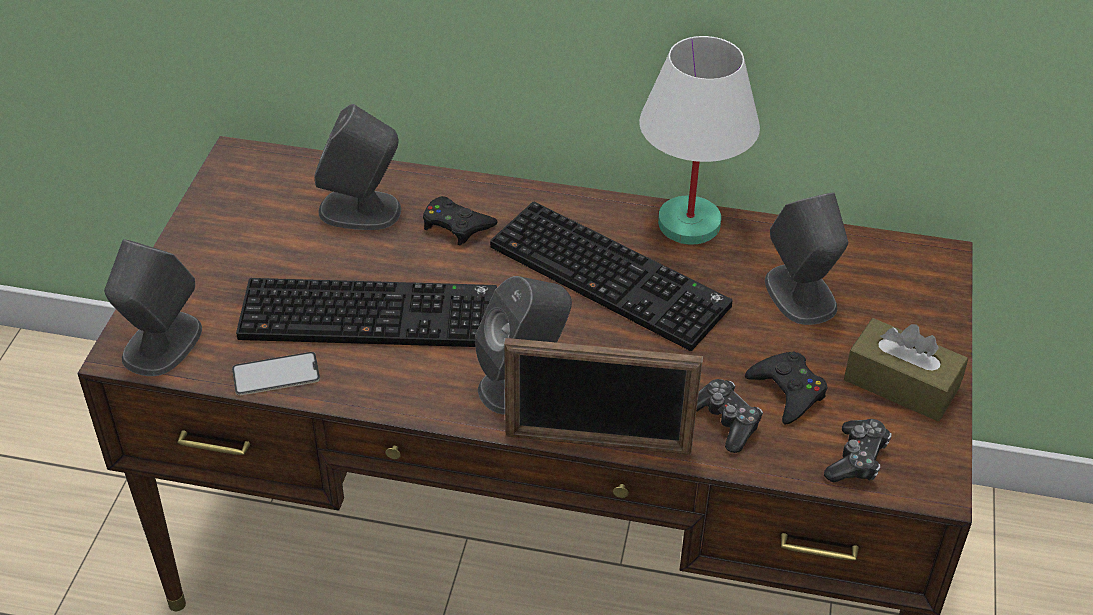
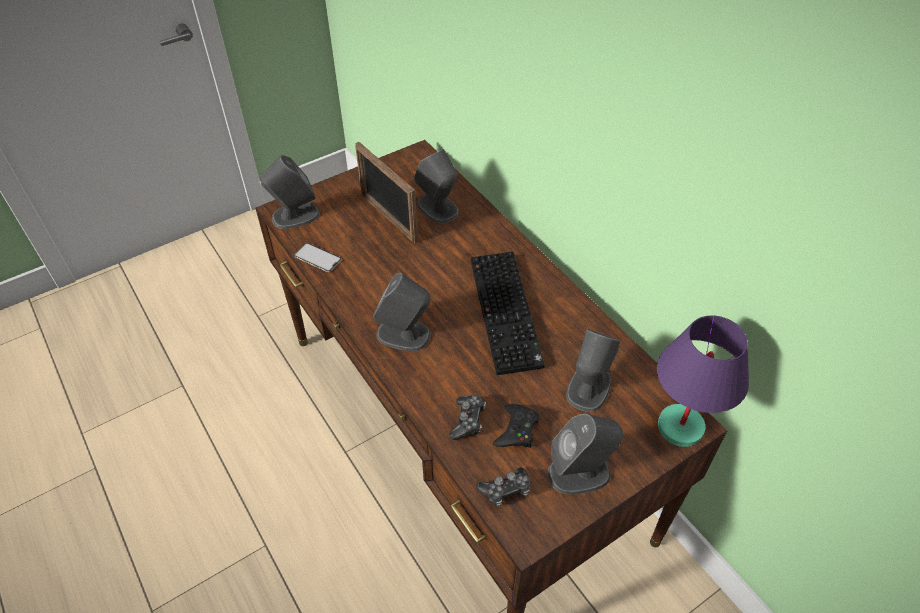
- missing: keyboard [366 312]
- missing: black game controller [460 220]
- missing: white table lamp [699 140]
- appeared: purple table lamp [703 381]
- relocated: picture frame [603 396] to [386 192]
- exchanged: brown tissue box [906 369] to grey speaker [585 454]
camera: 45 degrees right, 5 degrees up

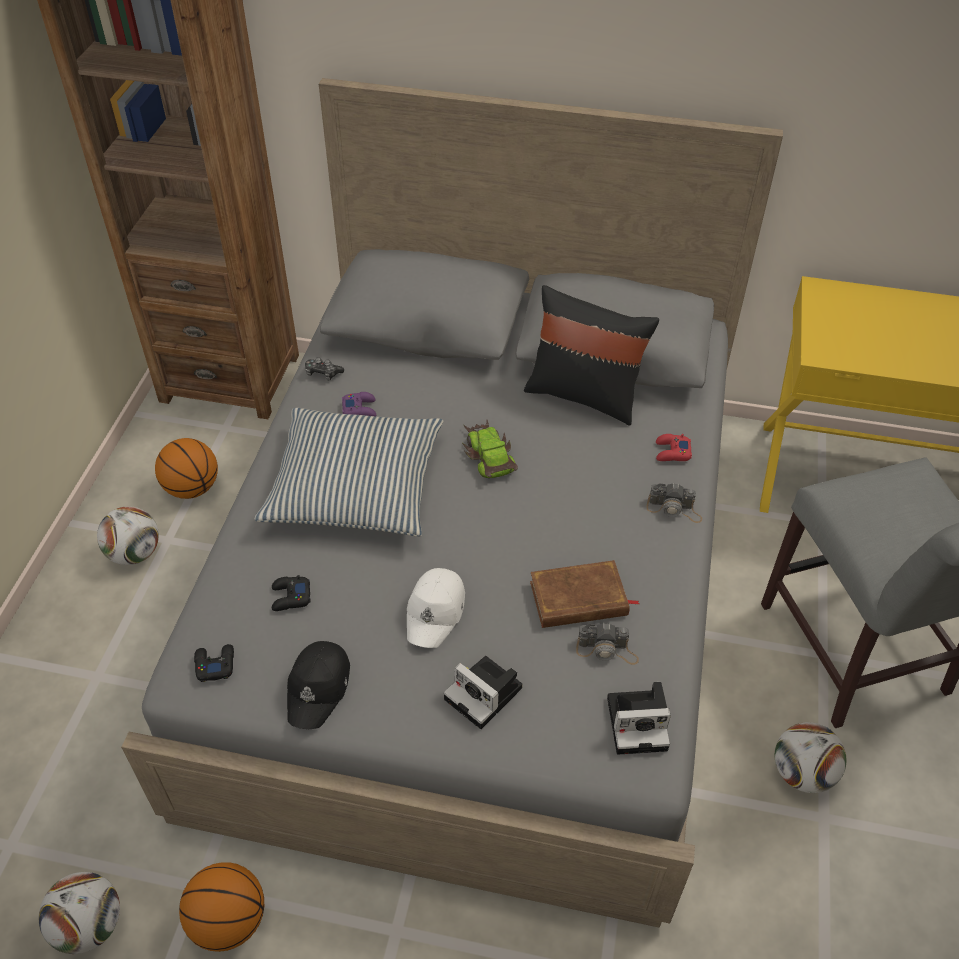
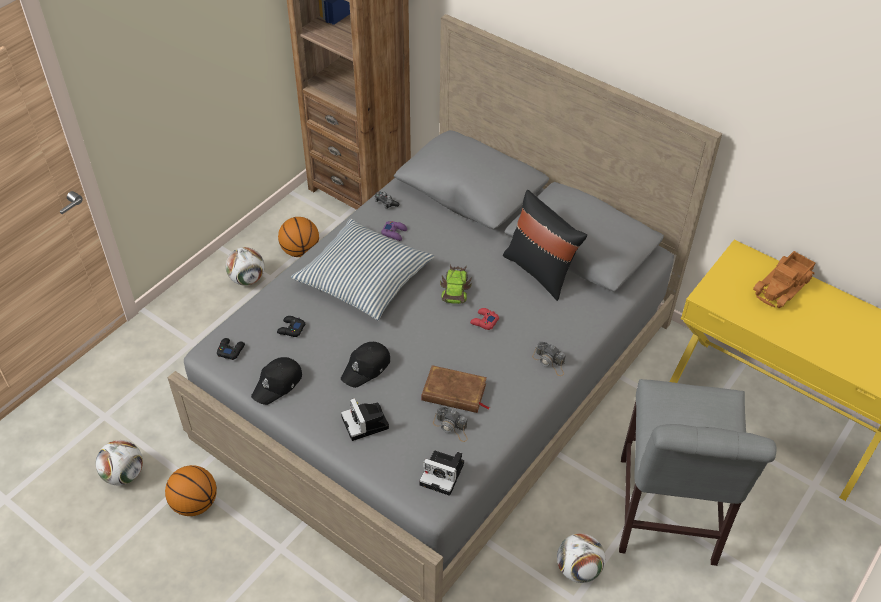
- appeared: toy truck [784 279]
- relocated: red game controller [674 447] to [484 319]
- colour: white cap [436 608] to black cap [365 365]
camera: 25 degrees right, 0 degrees up

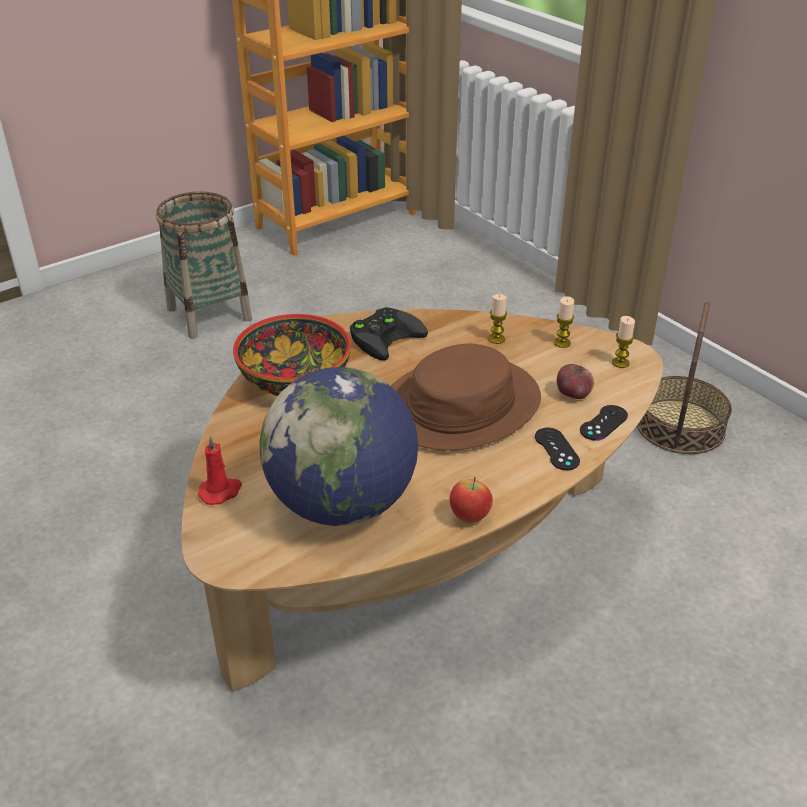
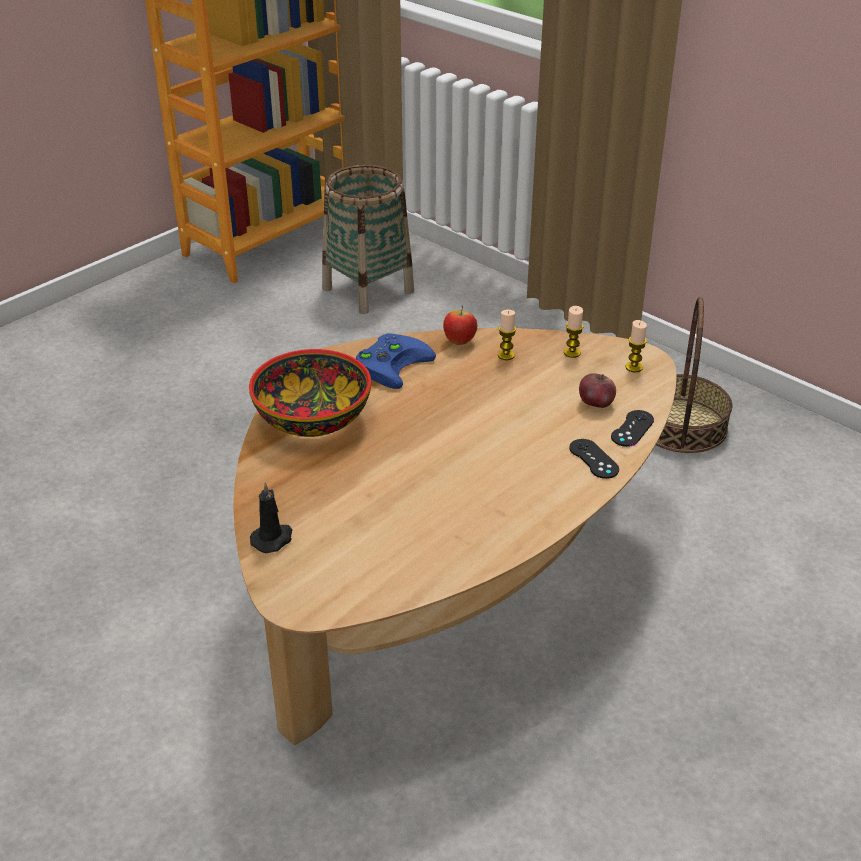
- missing: globe [339 446]
- missing: brown hat [466 397]
- relocated: basket [204 264] to [368 239]
- relocated: apple [471 500] to [460 325]
- colour: red candle [220 470] to black candle [271 517]
- colour: black game controller [389 333] to blue game controller [396 361]
camera: 10 degrees left, 0 degrees up

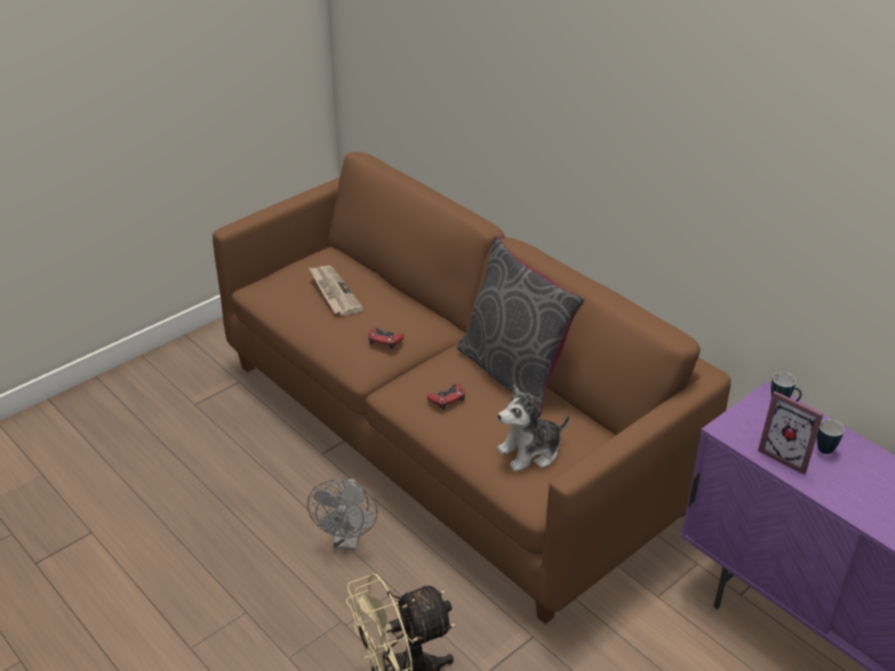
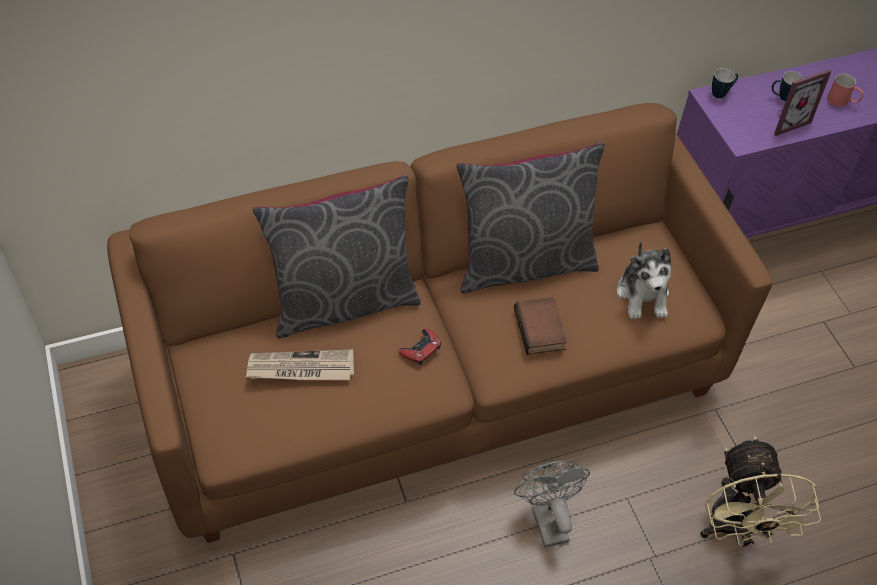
- appeared: grey pillow [337 256]
- appeared: red mug [845 90]
- exchanged: red game controller [446 397] to book [540 326]
- spun: grey fan [342 514] = [552 503] 135 degrees counterclockwise
camera: 70 degrees left, 15 degrees up

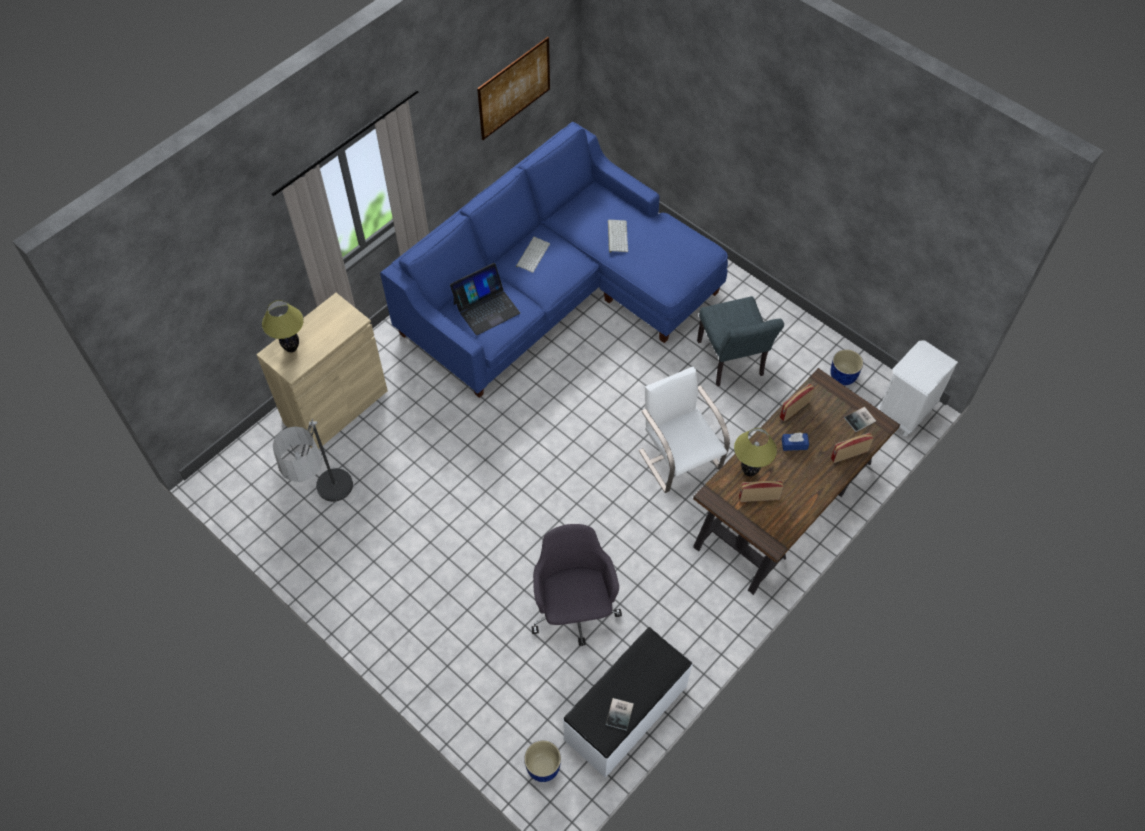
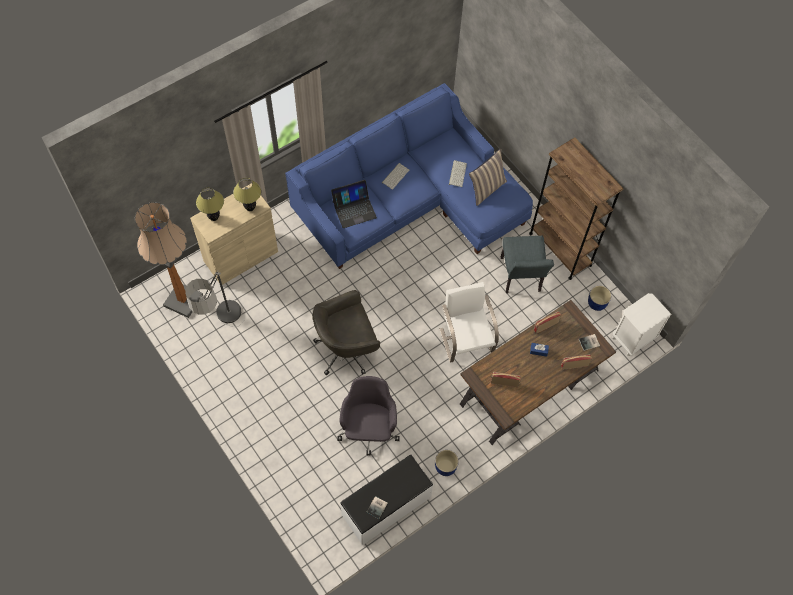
- missing: picture [513 88]
- appeared: floor lamp [169 260]
- appeared: grey office chair [346 332]
- appeared: pillow [488 177]
- appeared: brown bookcase [576 208]
- relocated: blue planter [542 761] to [447 463]
- relocated: table lamp [755 452] to [247 194]
camera: 10 degrees right, 5 degrees up

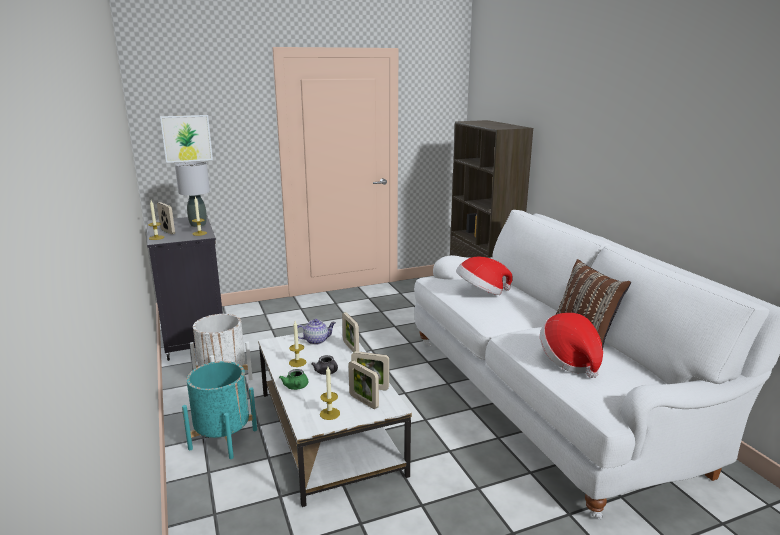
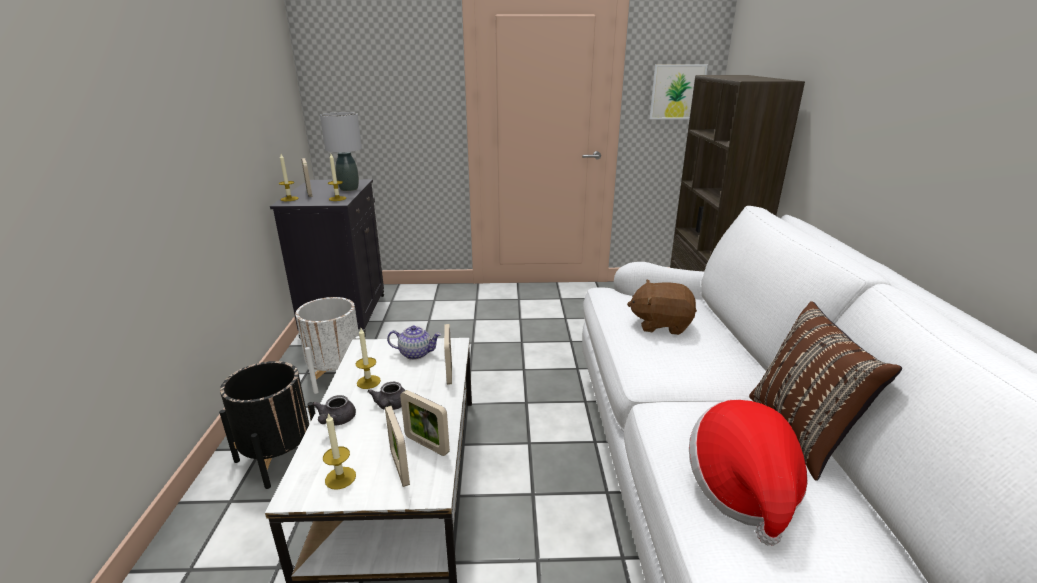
- relocated: picture [186 139] to [679 92]
- exchanged: hat [484 275] to brown plush toy [662 307]
- colour: turquoise planter [219 410] to black planter [267 425]
- colour: green teapot [293 379] to grey teapot [334 410]
camera: 20 degrees right, 5 degrees up

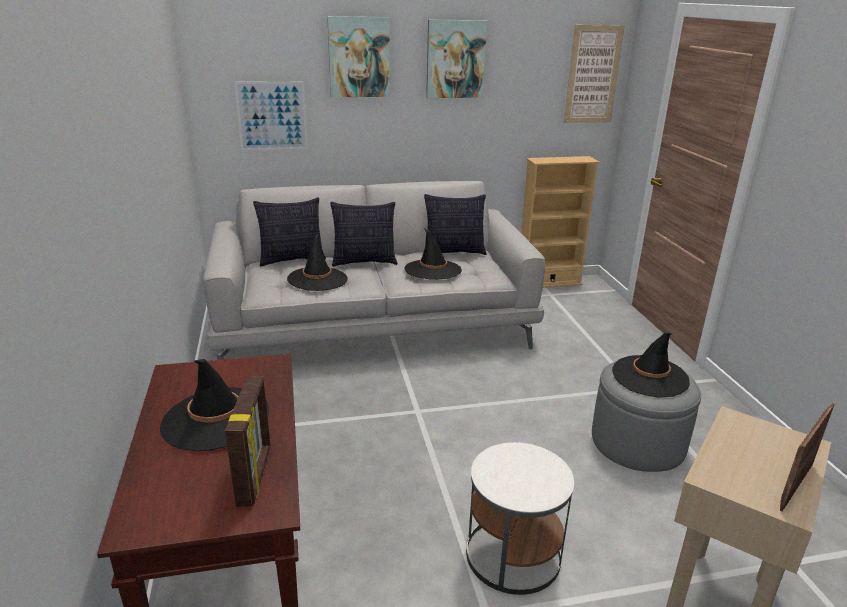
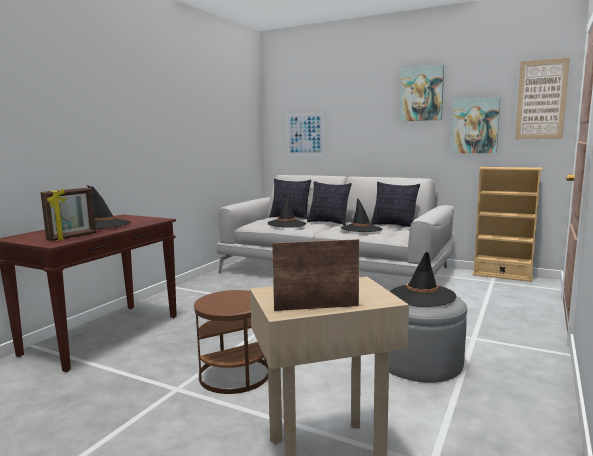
- relocated: picture [358 56] to [475 125]
- colour: white side table [520 518] to brown side table [231 342]
camera: 40 degrees right, 15 degrees down

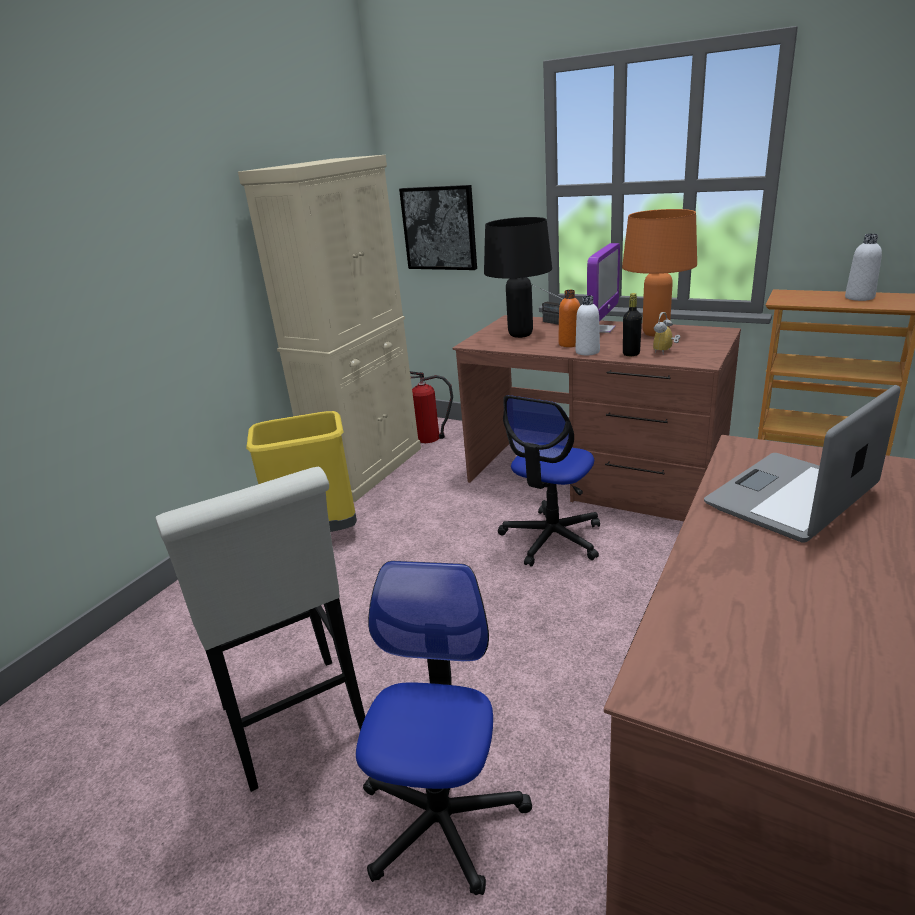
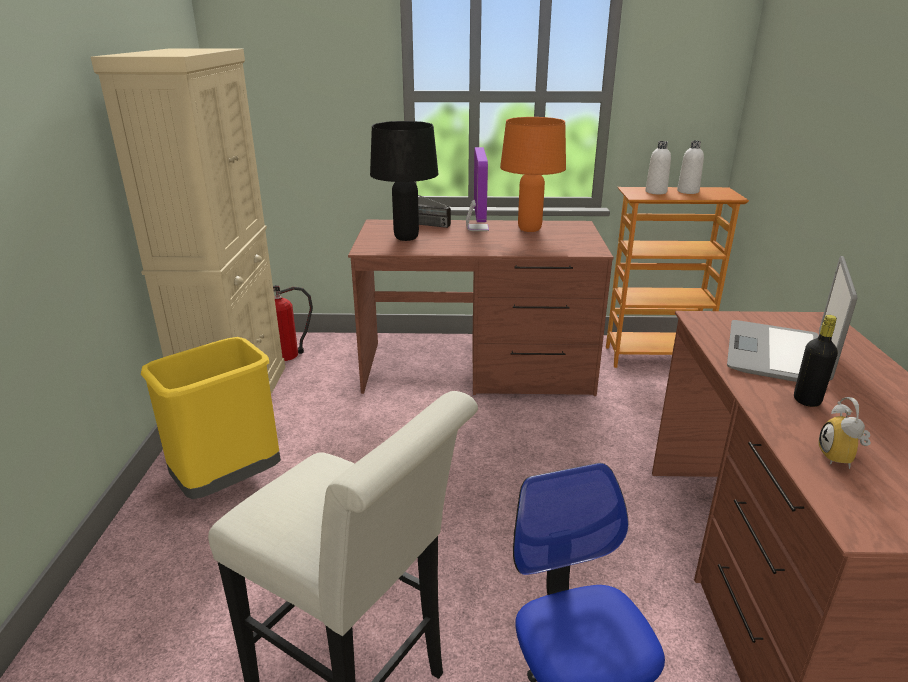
- missing: picture [438 227]
- missing: office chair [549 481]
- missing: orange bottle [569 318]
- relocated: white bottle [587 325] to [658 167]
- relocated: black bottle [632 324] to [816 361]
- relocated: alarm clock [667 333] to [844 433]
camera: 30 degrees left, 0 degrees up

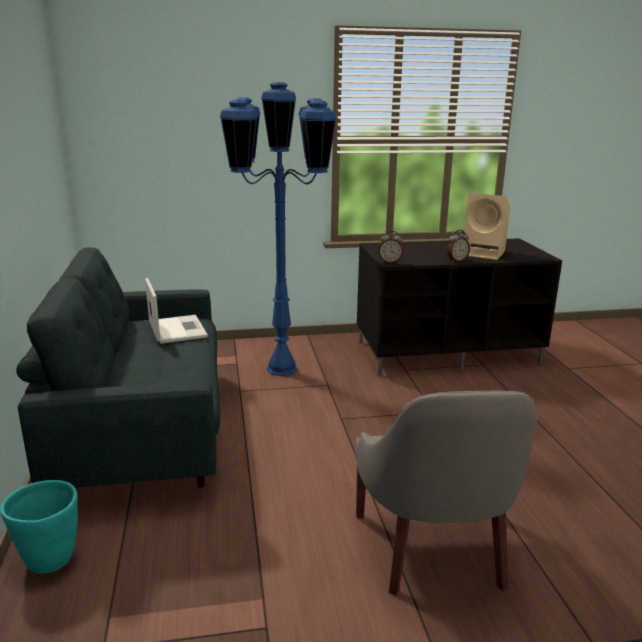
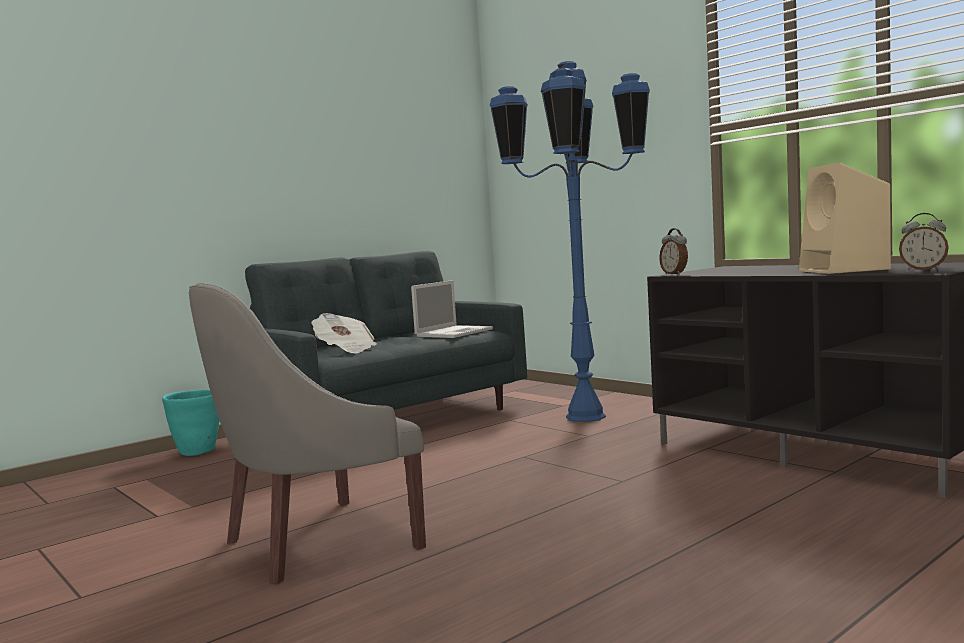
- appeared: newspaper [344 333]
- relocated: alarm clock [458 246] to [924 242]
camera: 60 degrees right, 15 degrees down

